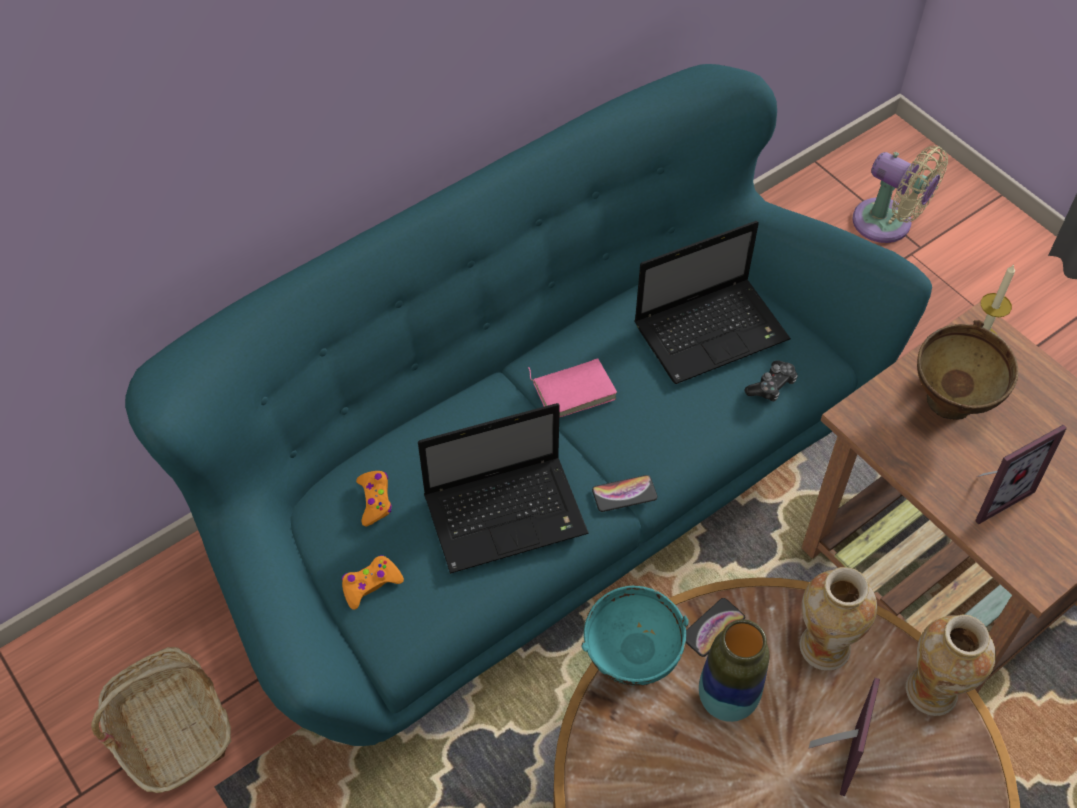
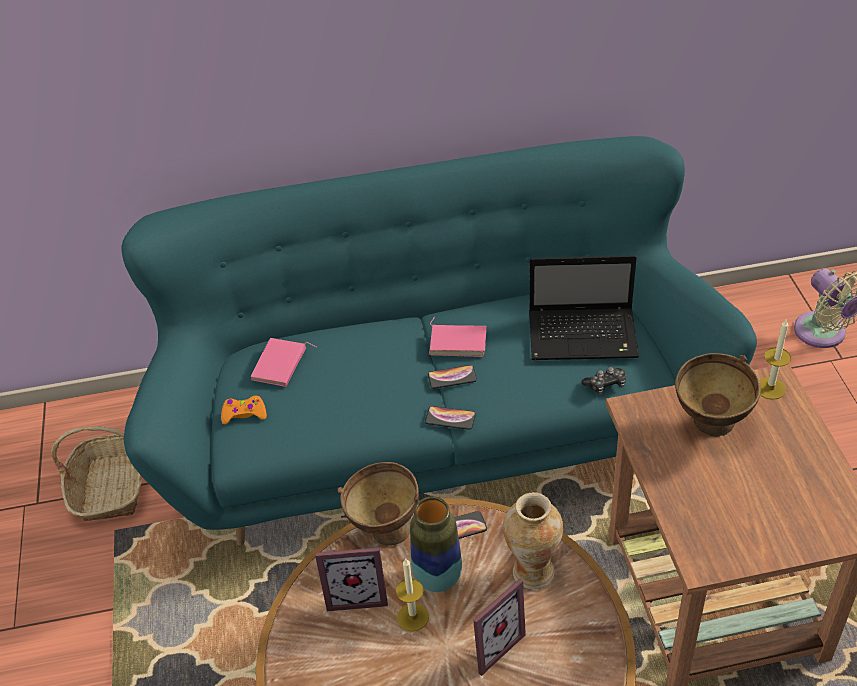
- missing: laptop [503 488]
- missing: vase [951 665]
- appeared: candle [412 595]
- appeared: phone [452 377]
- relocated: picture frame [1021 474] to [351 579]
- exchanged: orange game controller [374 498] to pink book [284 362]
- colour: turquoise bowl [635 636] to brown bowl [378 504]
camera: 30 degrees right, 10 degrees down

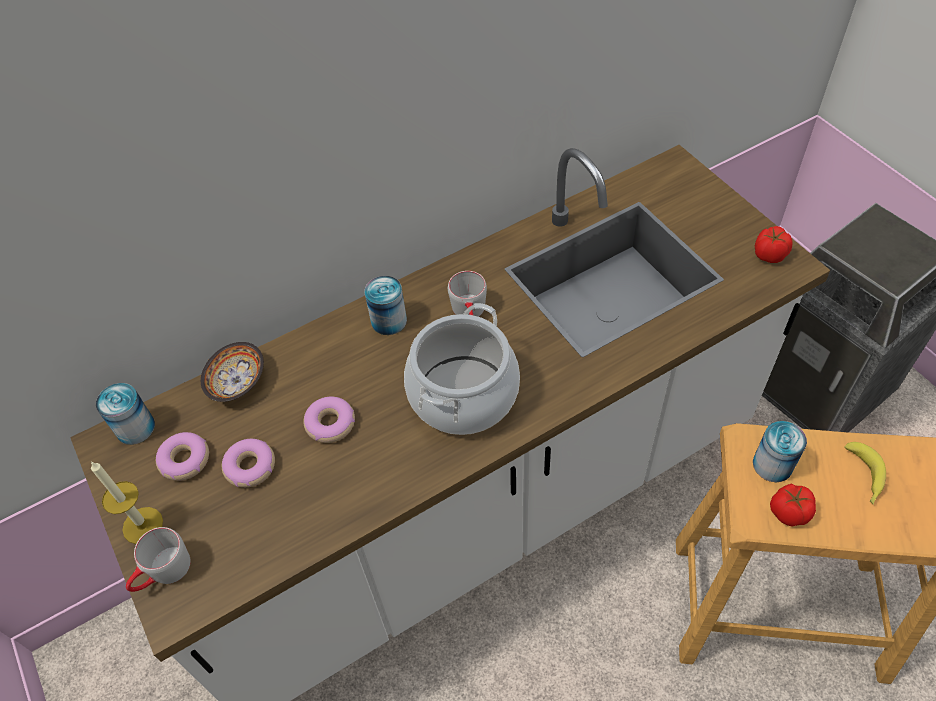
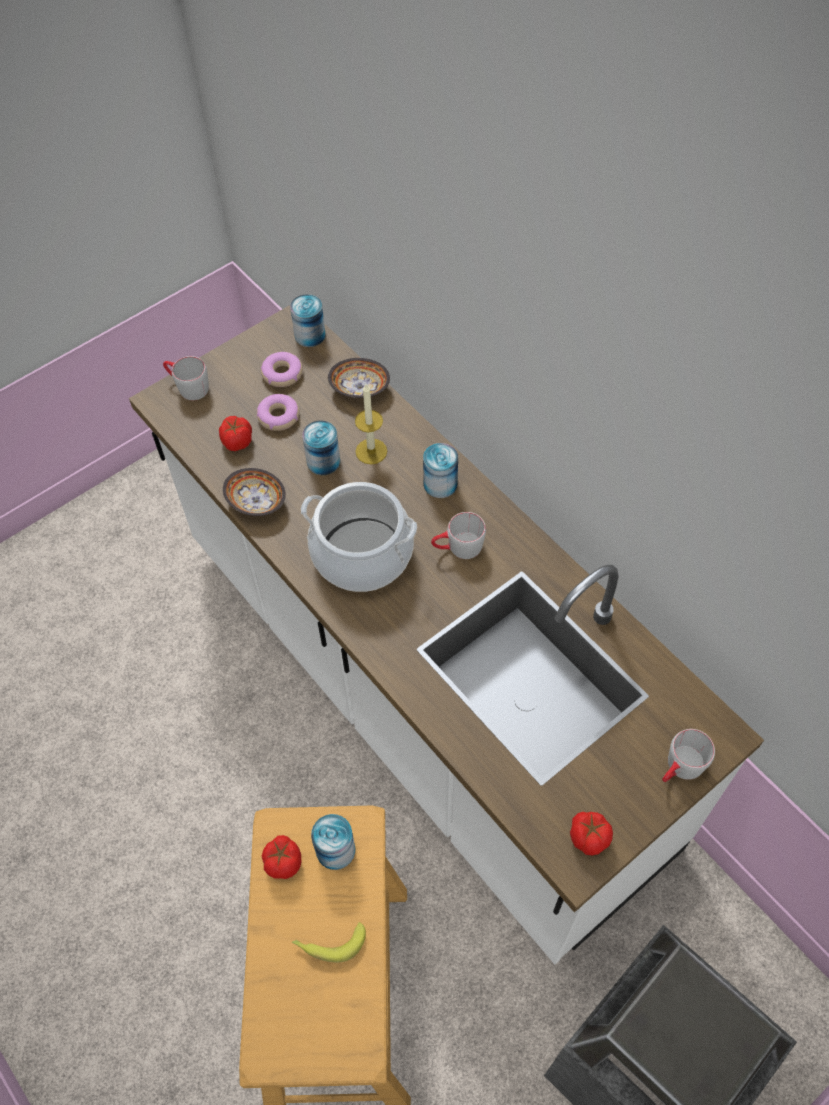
- appeared: tomato [235 433]
- appeared: bowl [254 492]
- appeared: grey mug [688 755]
- relocated: candle [127 503] to [371 424]
- exchanged: donut [329 420] to can [321 448]
camera: 80 degrees right, 5 degrees up

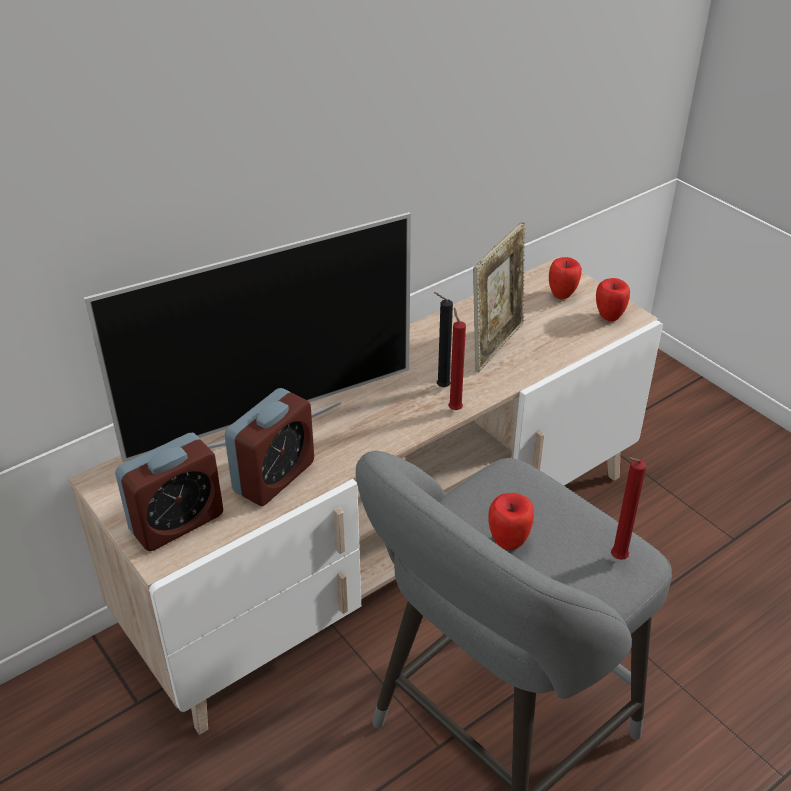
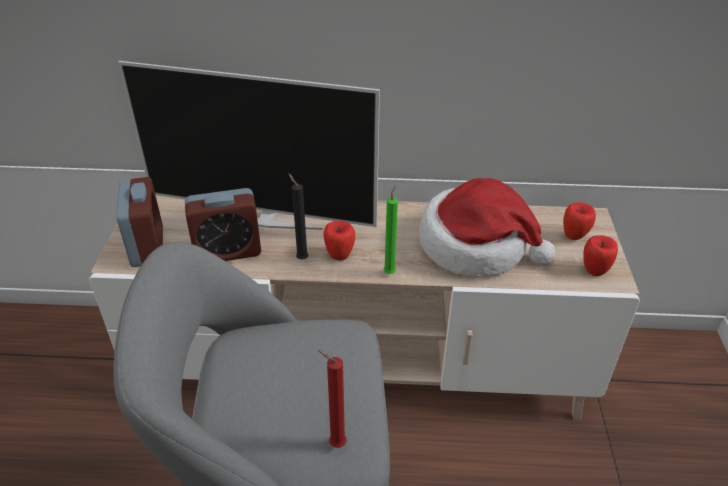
- relocated: black candle [443 340] to [298 216]
- relocated: apple [511 521] to [339 240]
- exchanged: picture frame [499 297] to hat [487 227]
- colour: red candle [457 359] to green candle [390 229]
- spun: alarm clock [169 492] = [139 222] 105 degrees counterclockwise
camera: 40 degrees right, 0 degrees up

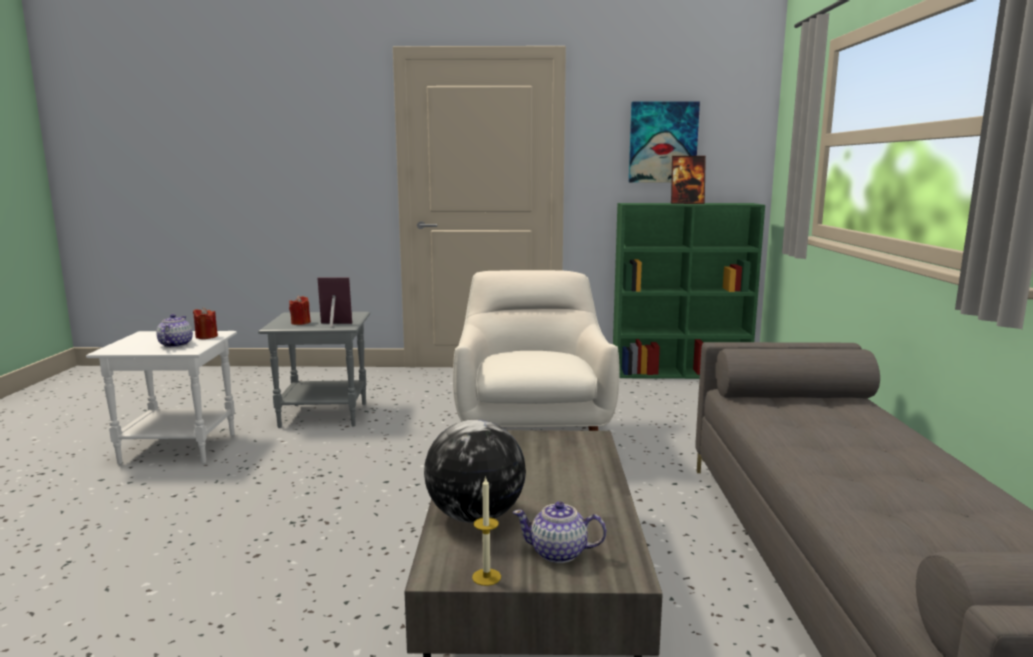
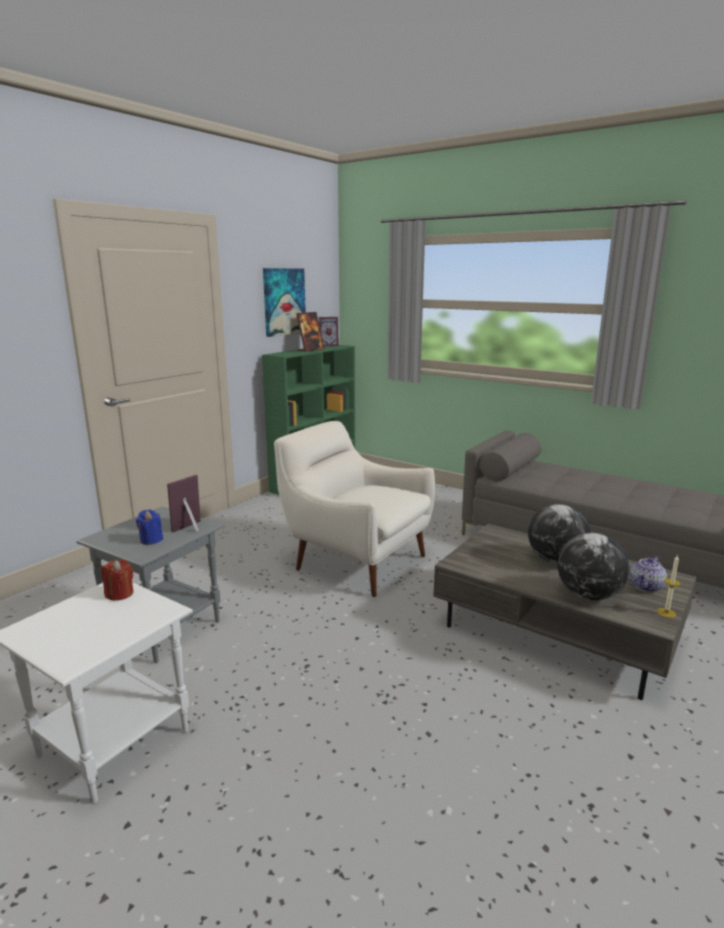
- missing: teapot [174 330]
- appeared: picture frame [329 332]
- appeared: globe [559 534]
- colour: red candle [300 310] to blue candle [149 527]
camera: 55 degrees left, 5 degrees up

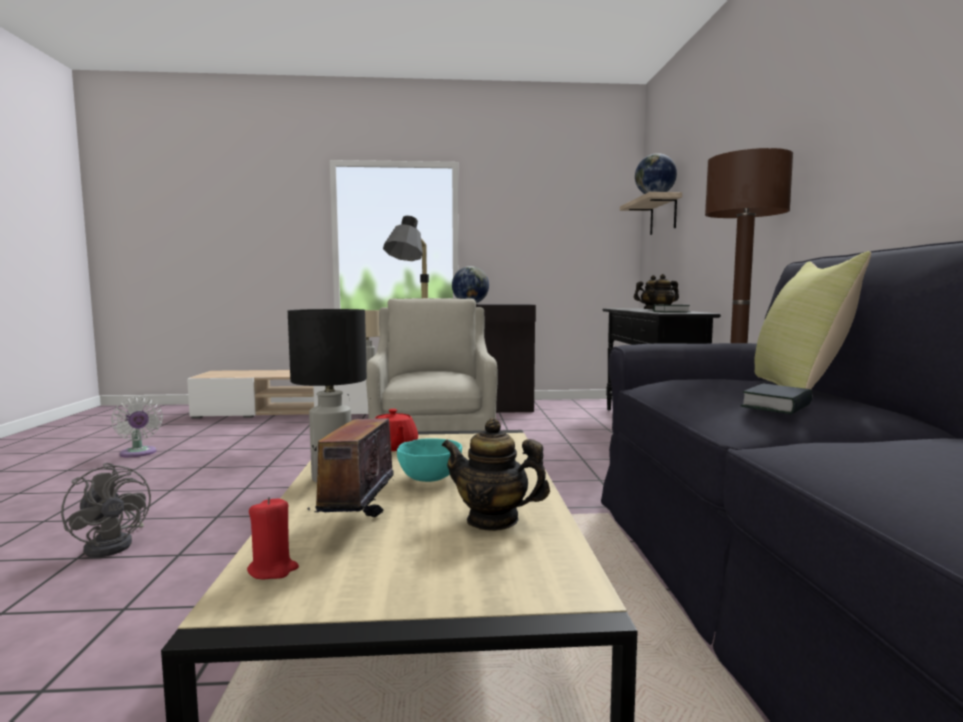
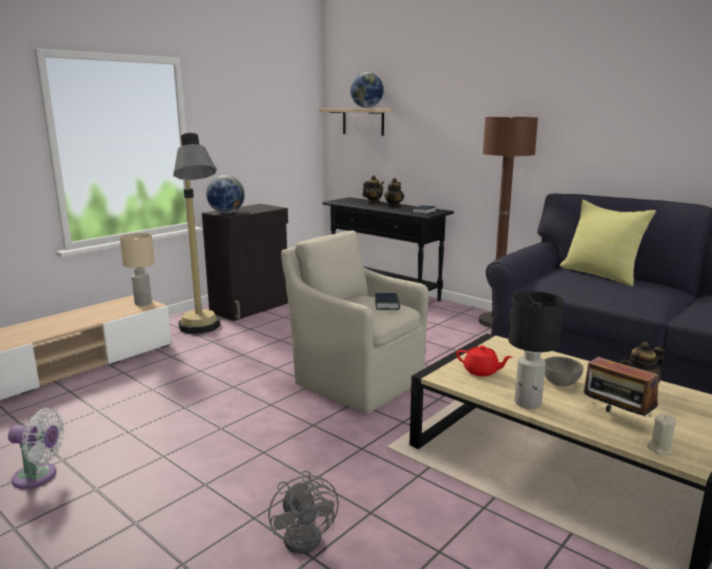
- relocated: book [776 399] to [387 301]
- colour: red candle [273 538] to beige candle [661 434]
- colour: turquoise bowl [429 460] to grey bowl [563 371]
- spun: grey fan [106 510] = [303 512] 75 degrees clockwise
camera: 45 degrees left, 10 degrees up

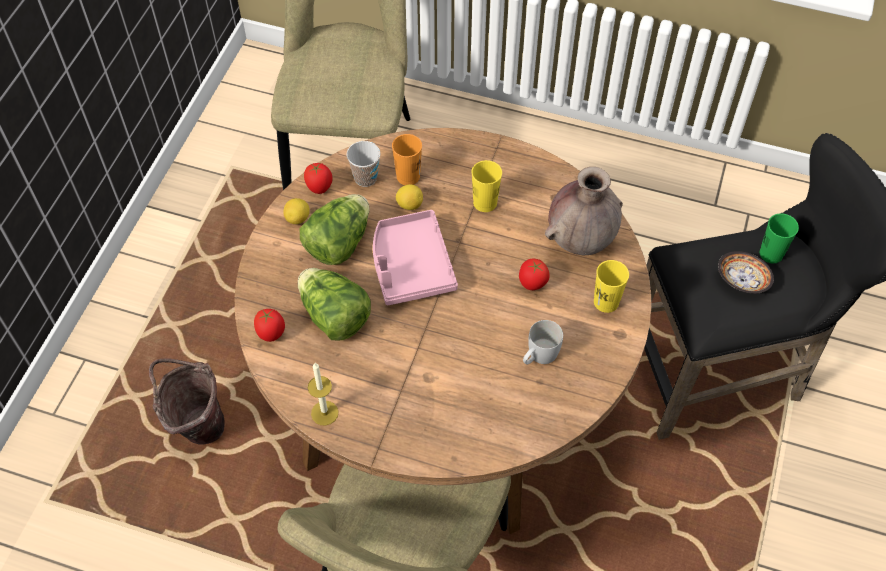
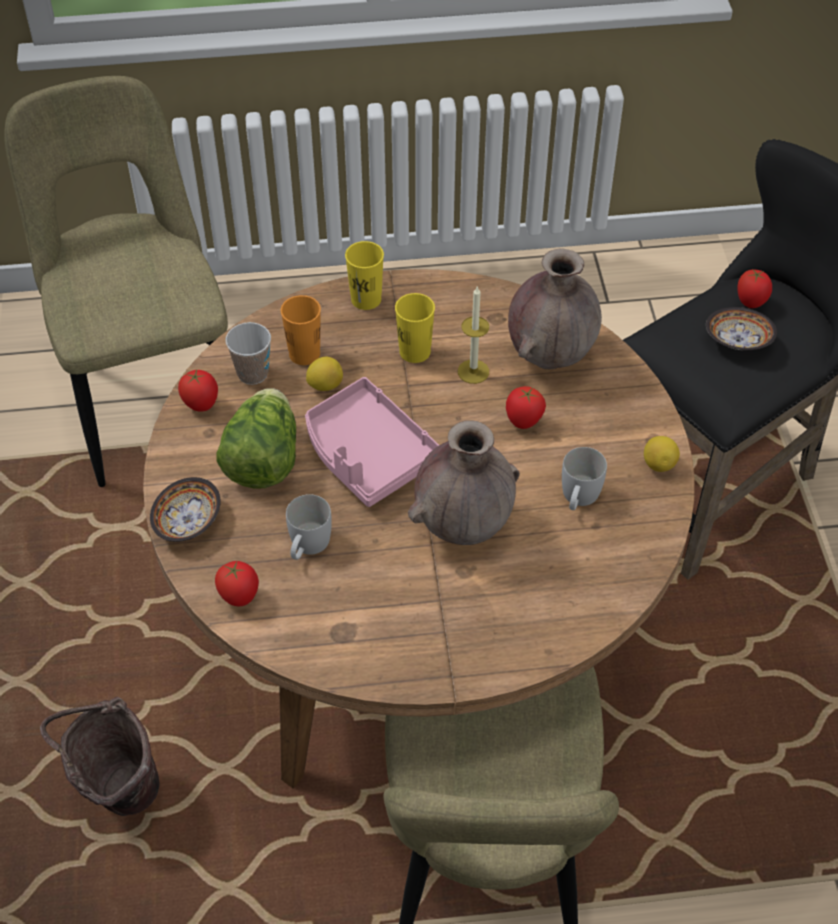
- appeared: bowl [185 509]
- appeared: brown vase [464 482]
- relocated: lemon [296 211] to [662 454]
- relocated: candle [323 394] to [473 335]
- relocated: yellow cup [611 286] to [364 275]
- exchanged: lettuce [334 304] to white mug [309 527]
- exchanged: green cup [779 238] to tomato [754 288]
camera: 25 degrees left, 5 degrees down

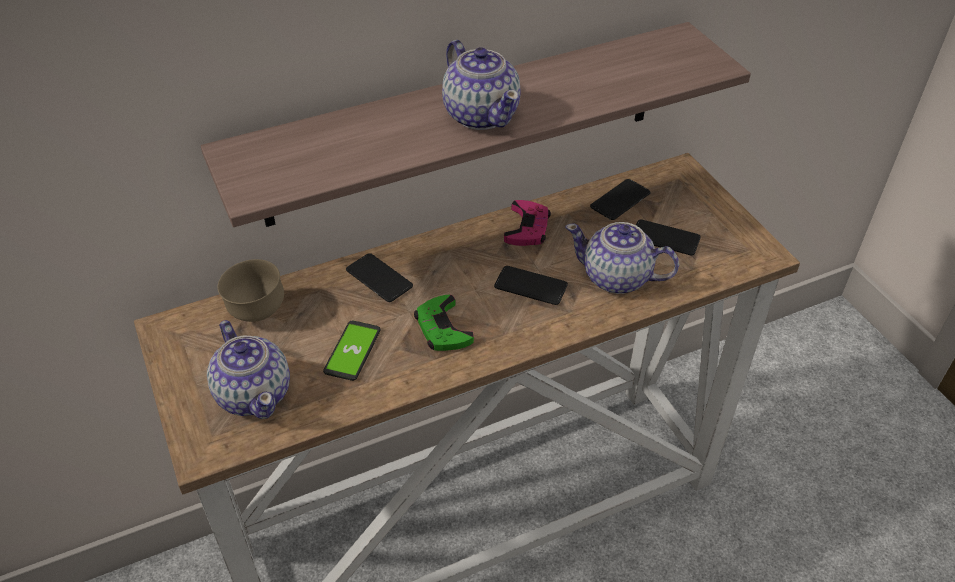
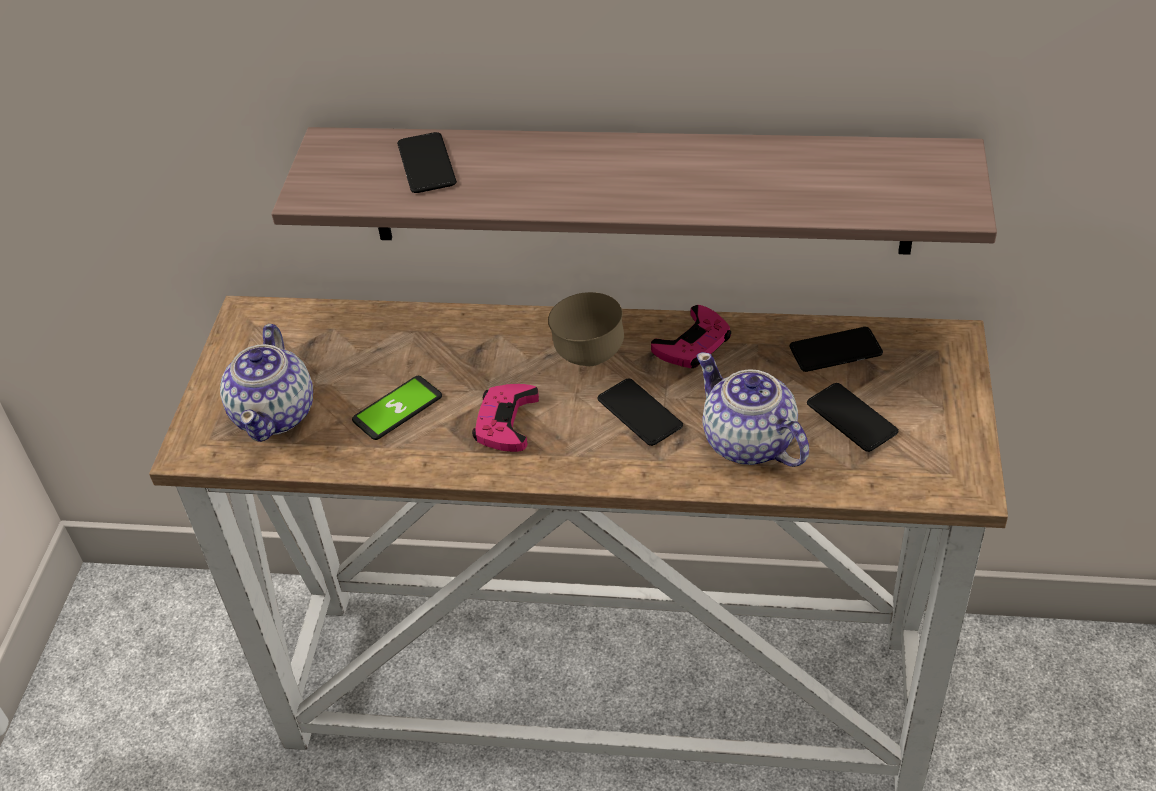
- missing: teapot [481 85]
- relocated: brown bowl [251 290] to [586 329]
- relocated: phone [379 277] to [427 162]
- colour: green game controller [444 323] to pink game controller [505 418]
camera: 35 degrees right, 0 degrees up

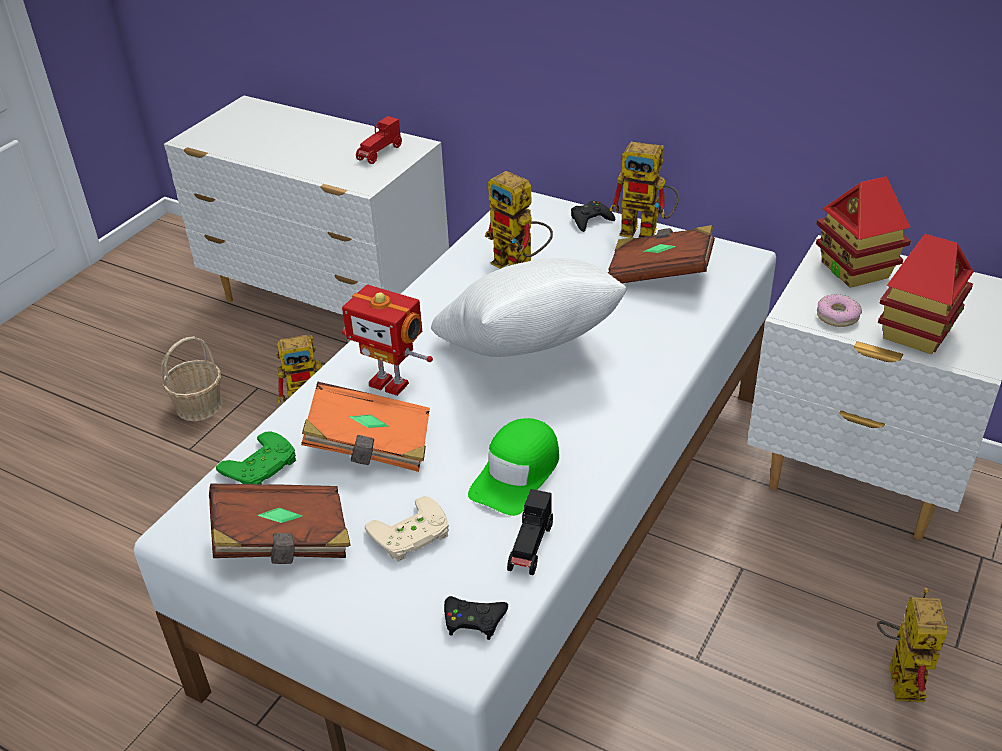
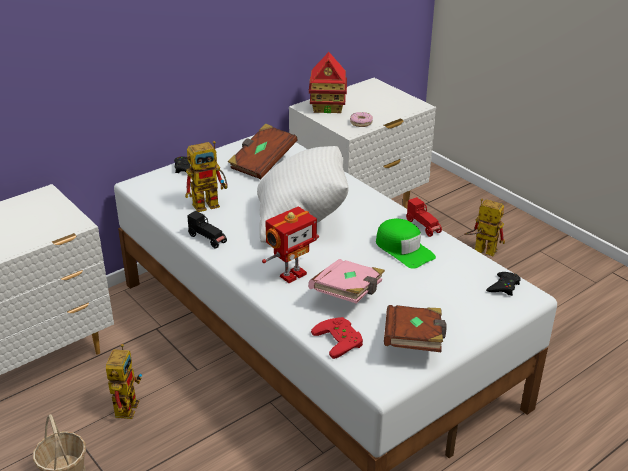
- missing: beige game controller [407 529]
- missing: toy robot [644 190]
- missing: toy house [926 294]
- relocated: red toy car [379 140] to [424 217]
- relocated: black toy car [530 532] to [207 230]
- colour: green game controller [256 457] to red game controller [337 338]
- colour: orange book [365 427] to pink book [346 281]
camera: 70 degrees left, 5 degrees down

